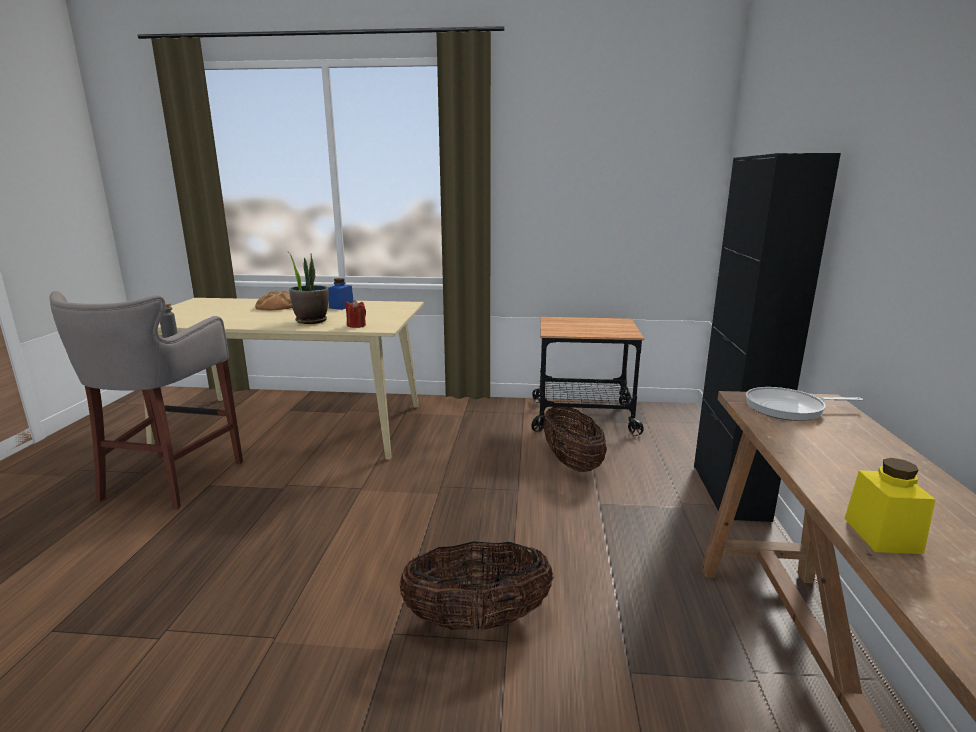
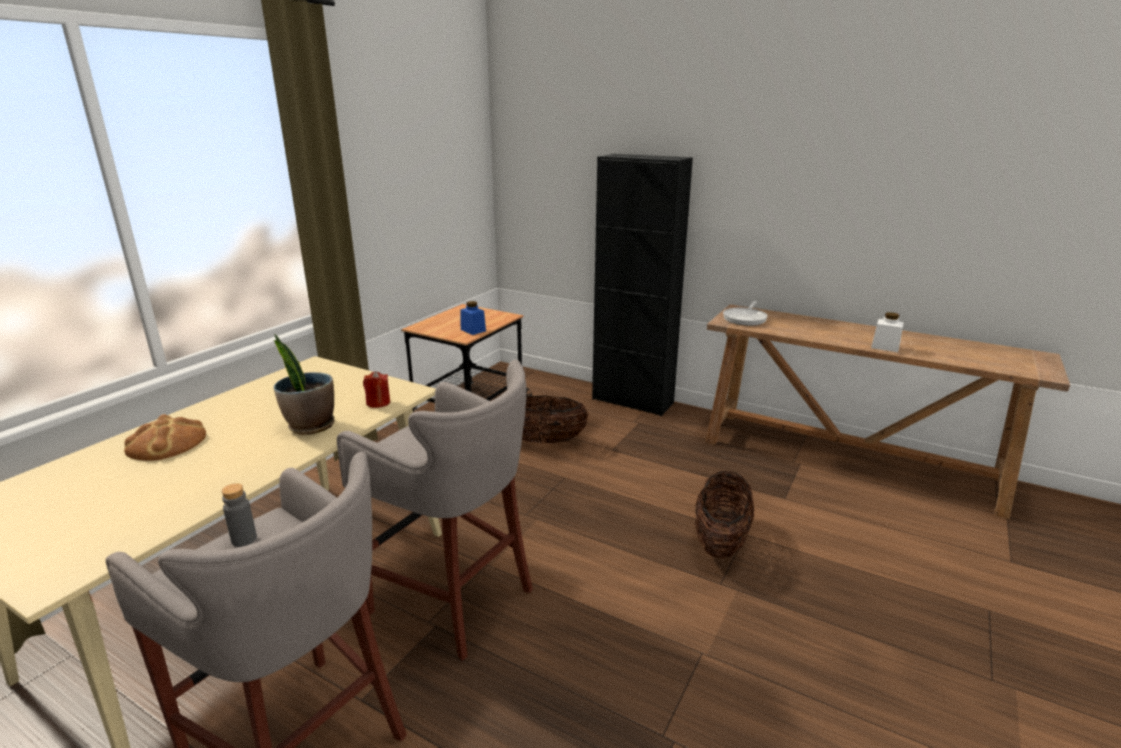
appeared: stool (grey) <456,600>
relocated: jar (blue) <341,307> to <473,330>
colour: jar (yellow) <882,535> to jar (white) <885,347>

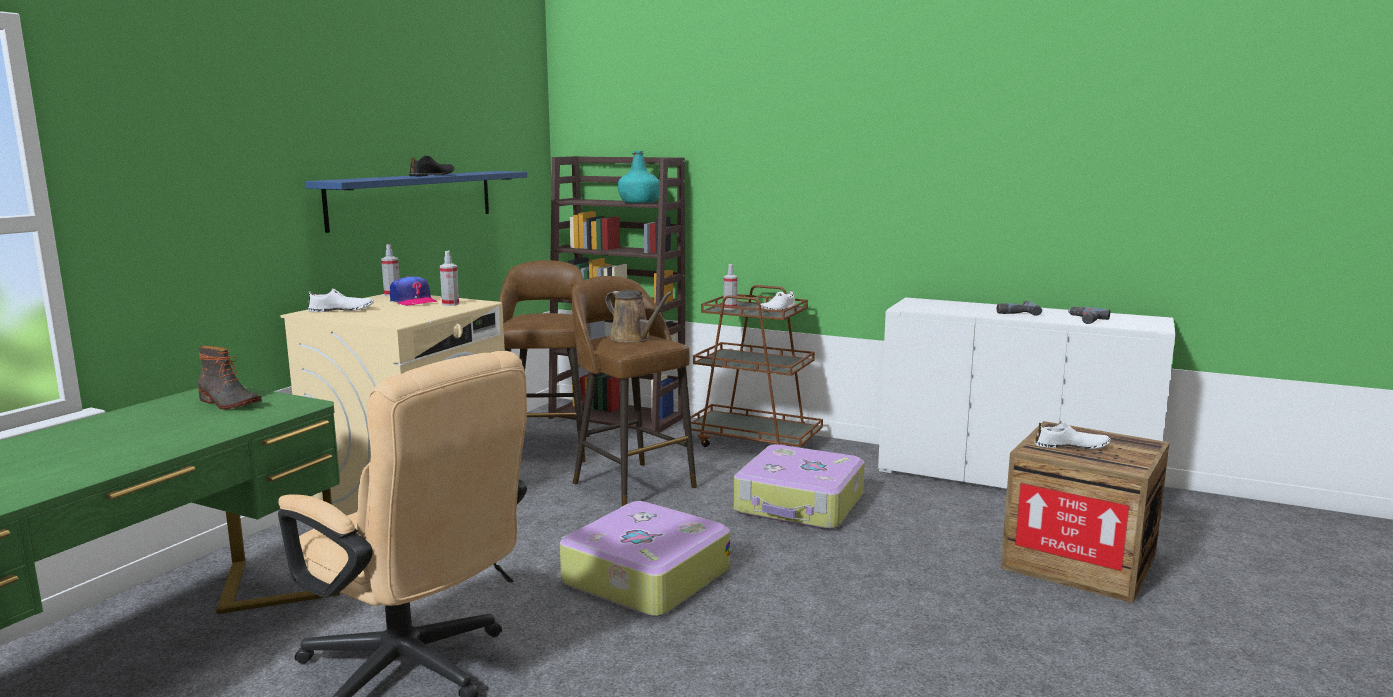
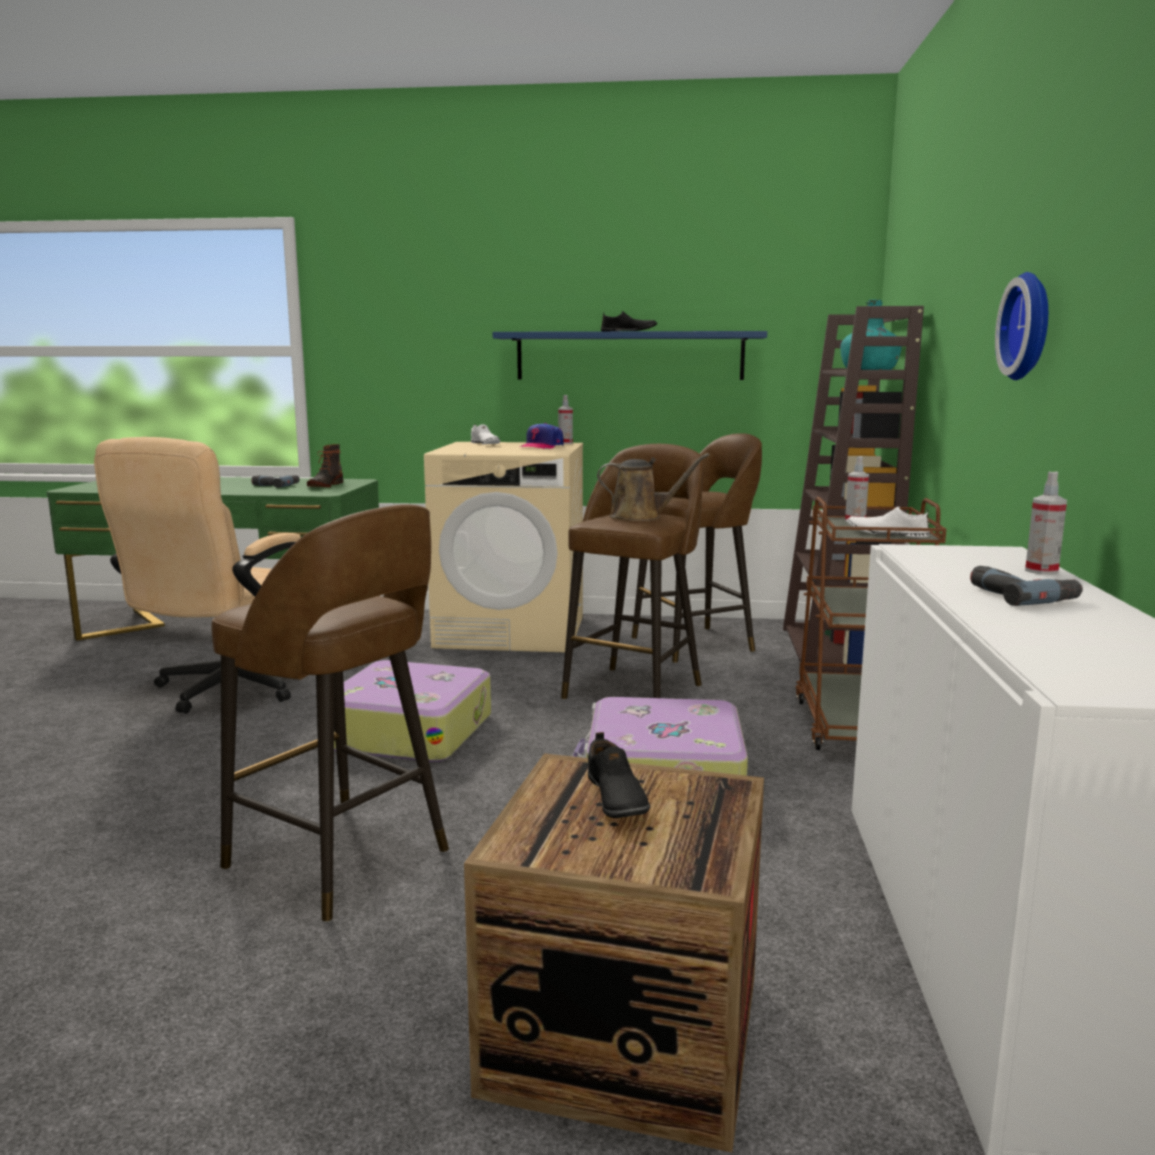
appeared: wall clock <1031,326>; stool (brown) <341,861>
relocated: spray bottle <450,304> to <1041,571>; power drill <1084,320> to <275,485>
colour: shoe (white) <1071,446> to shoe (black) <615,798>
spun: watering can (brown) <633,338> = <641,517> 105 degrees counterclockwise

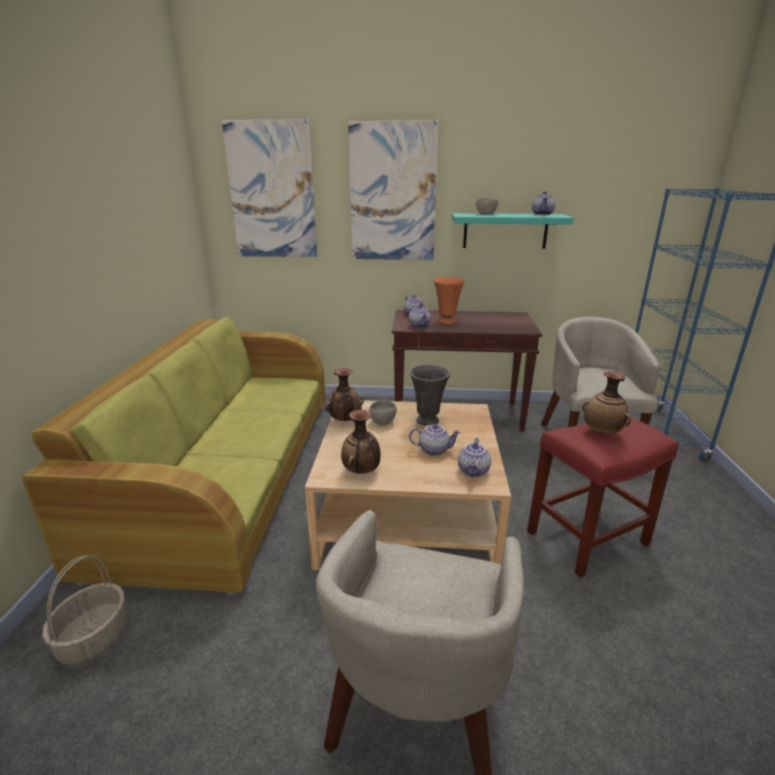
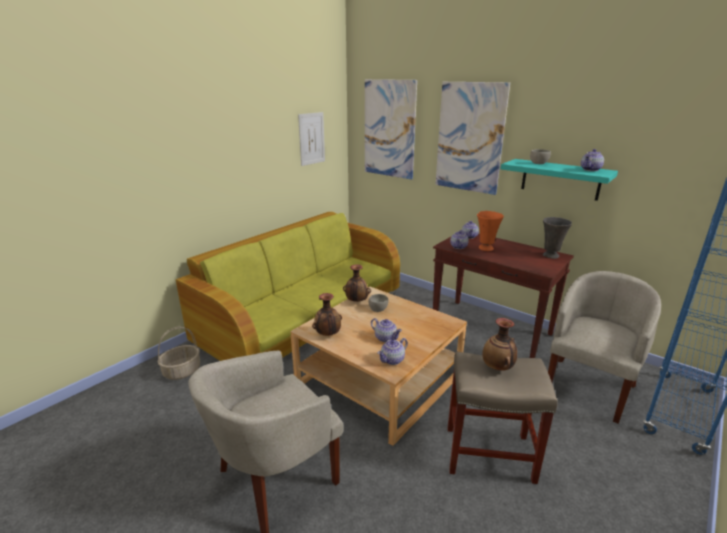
appeared: picture <311,138>
relocated: vase (grey) <428,421> to <551,256>
colour: stool (red) <588,537> to stool (beige) <490,453>

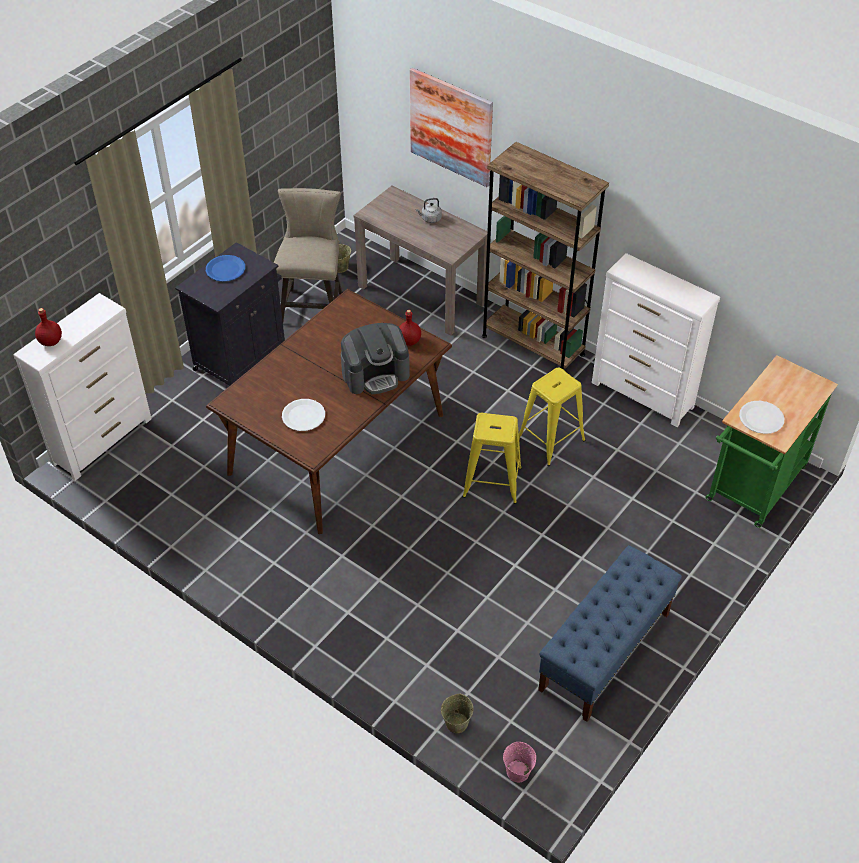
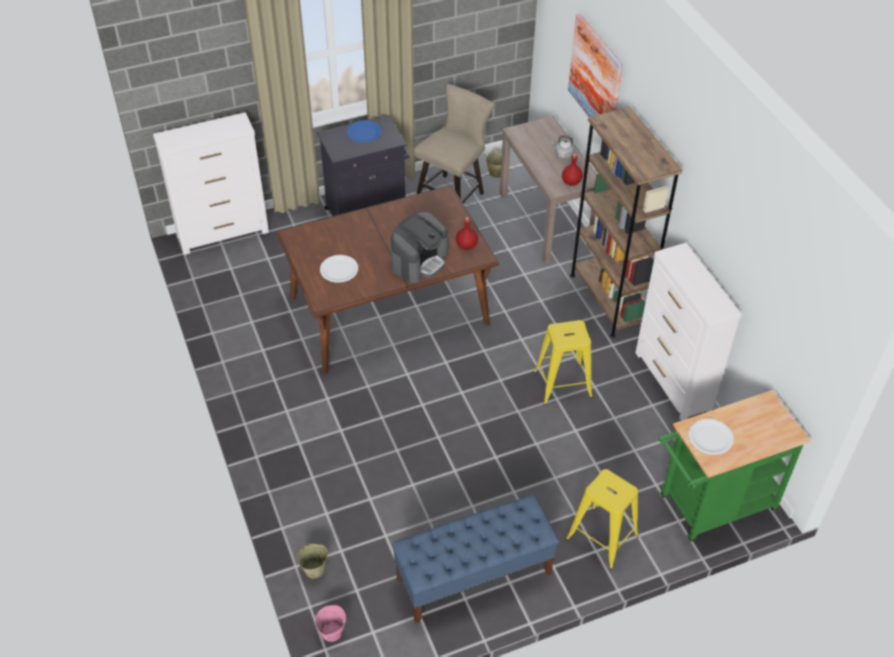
relocated: bottle (red) <50,342> to <571,182>; stool (yellow) <492,482> to <602,537>
spun: coffee machine <375,374> = <419,260> 60 degrees counterclockwise

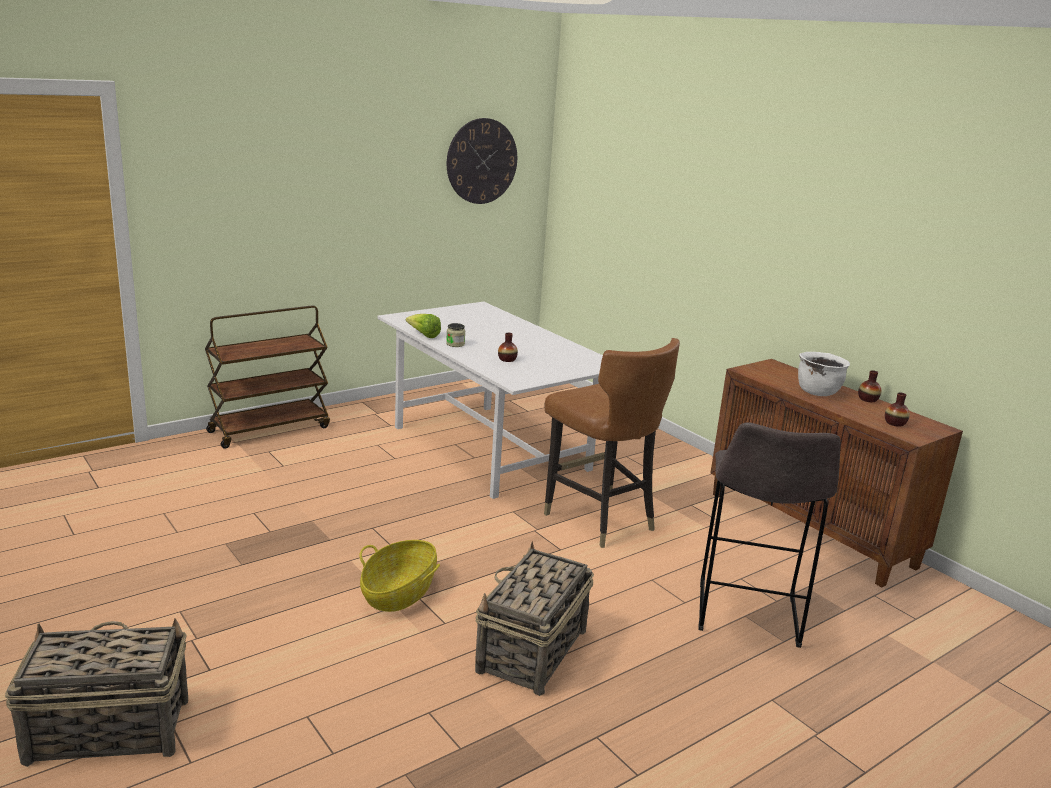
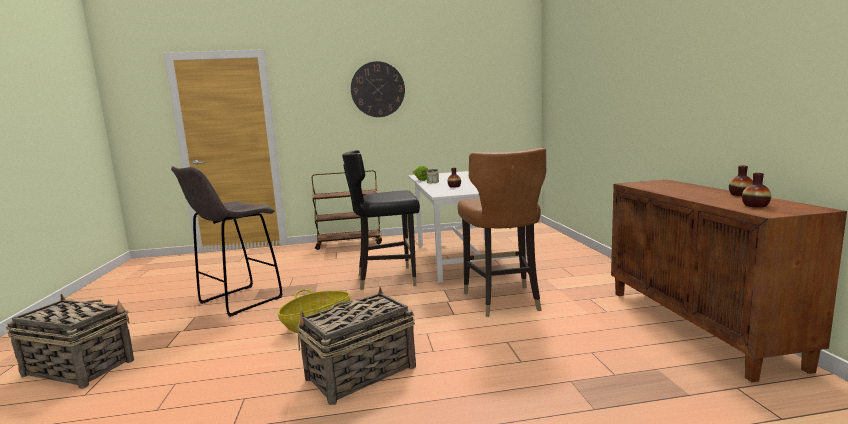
missing: cooking pot (white) <817,392>
appeared: chair (black) <388,279>
relocated: wall clock <482,161> to <377,89>; stool (grey) <747,615> to <238,301>

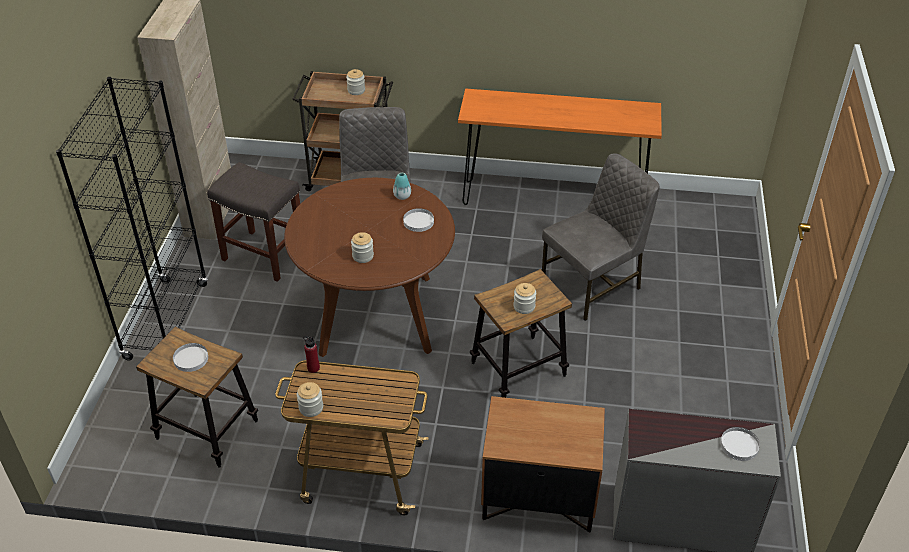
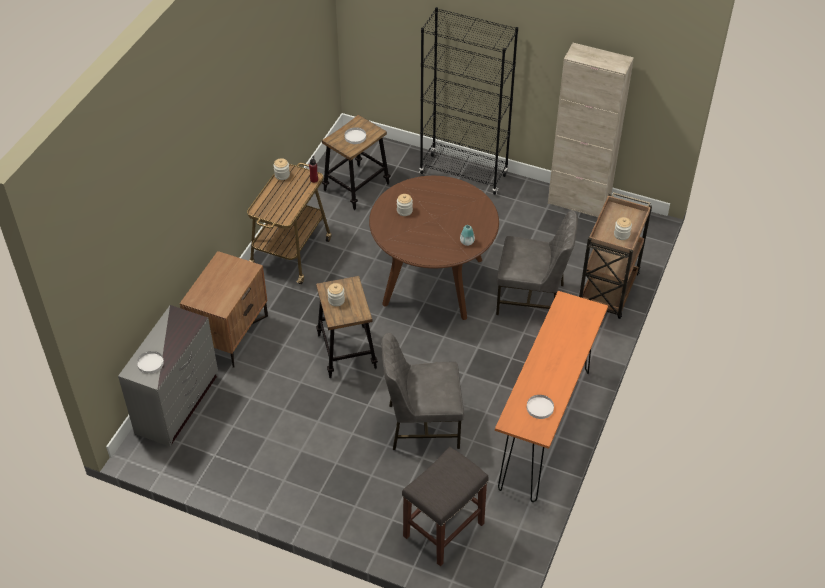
relocated: stool (grey) <265,255> to <443,531>; plate (white) <419,221> to <540,408>
spun: chair (grey) <593,284> = <422,425> 105 degrees clockwise

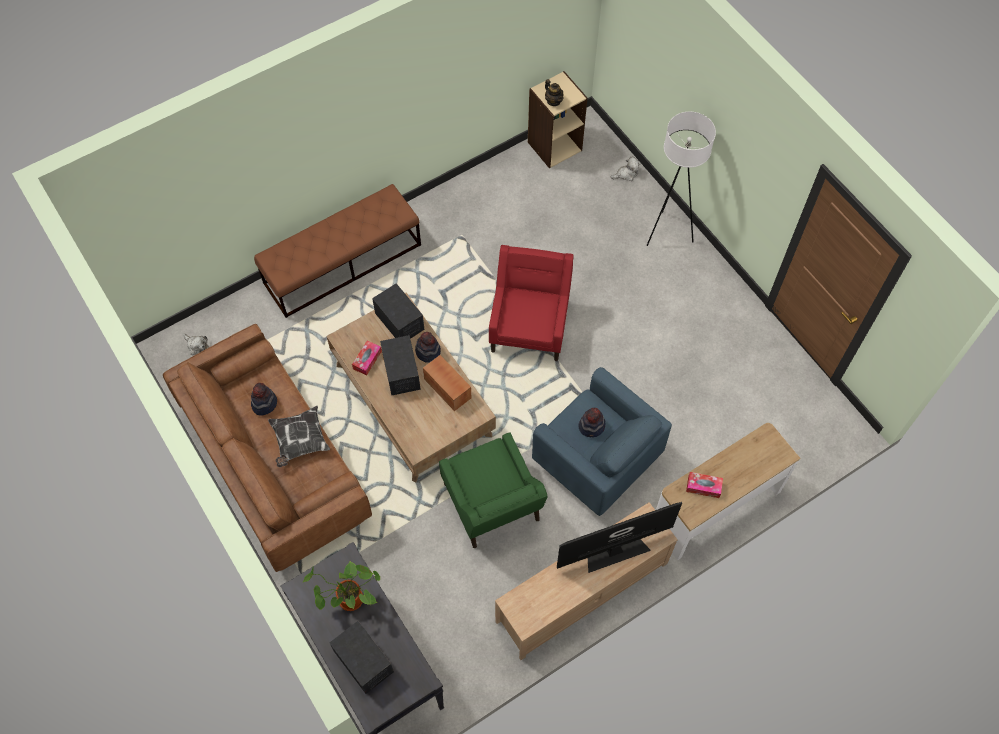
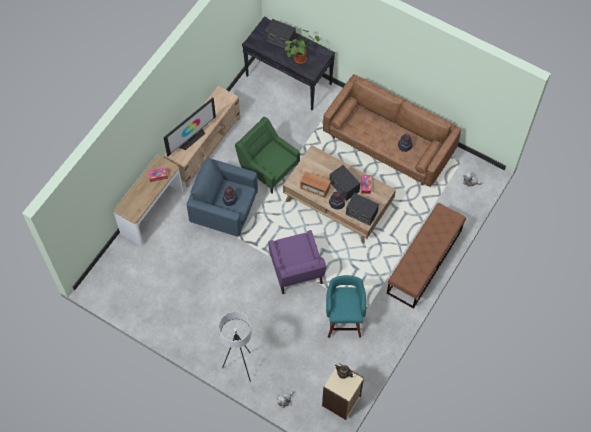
missing: pillow <299,441>
appeared: stool (turquoise) <344,320>
colour: armchair (red) <530,324> to armchair (purple) <296,271>

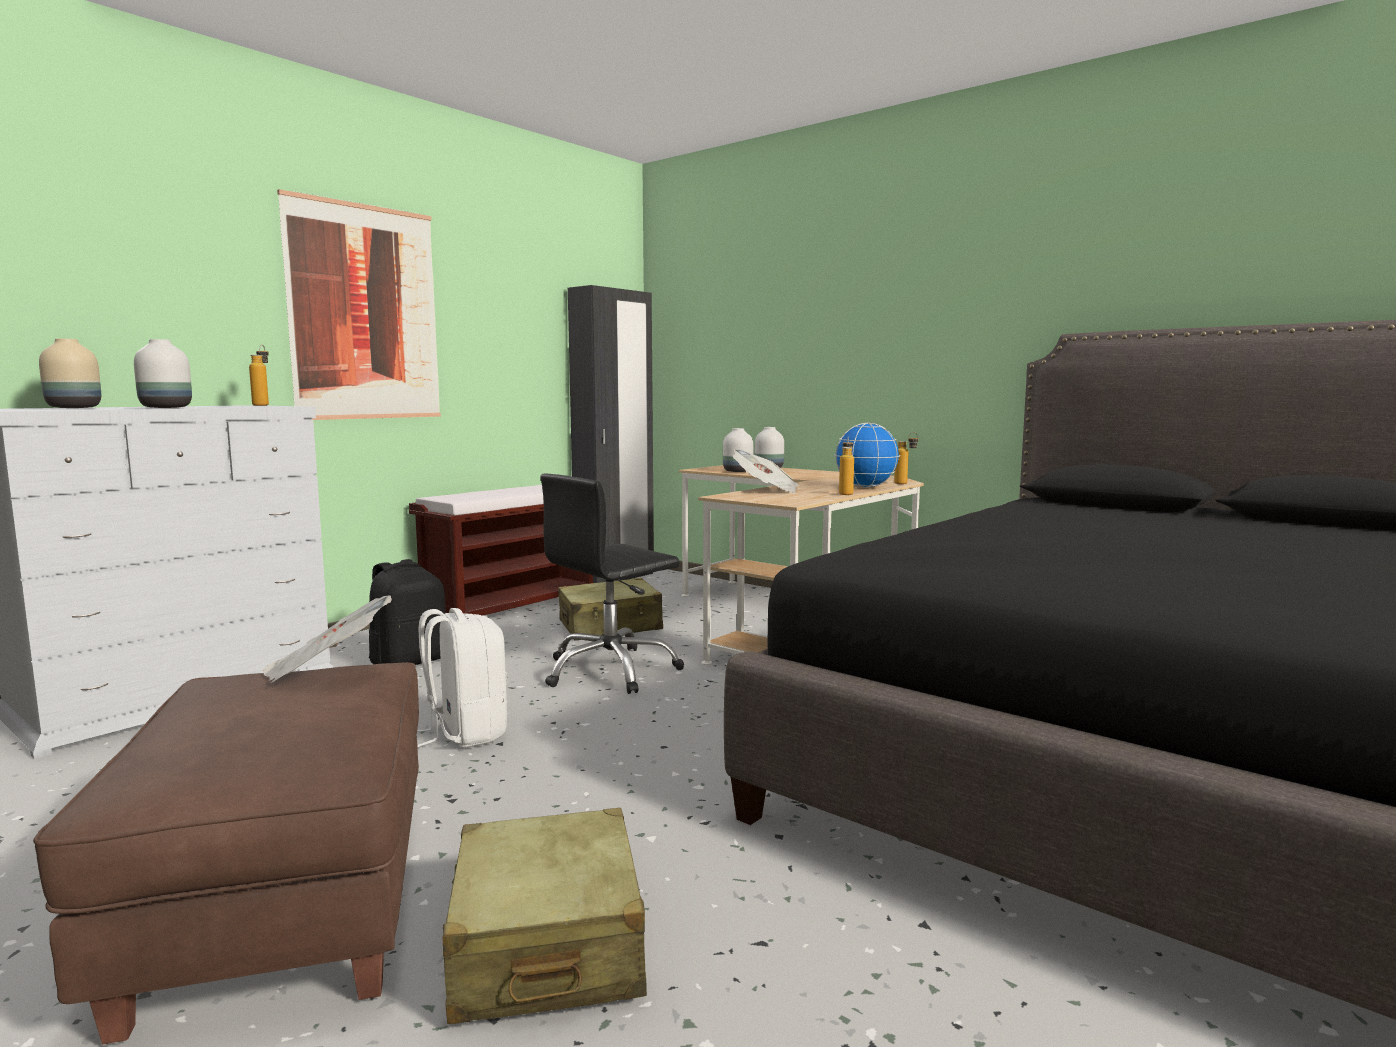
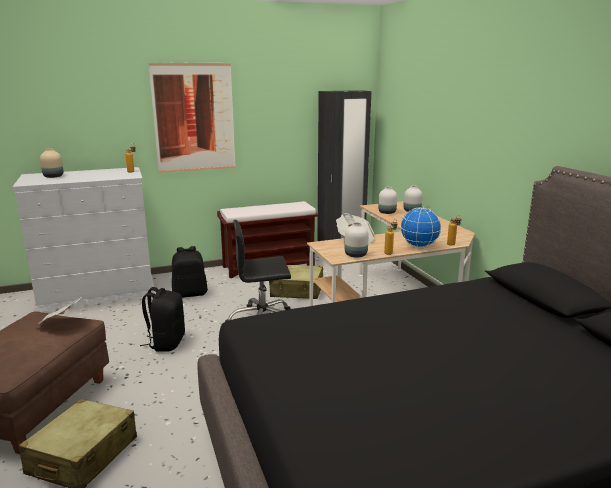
relocated: vase (white) <167,407> to <356,255>
colour: backpack (white) <465,733> to backpack (black) <166,343>

